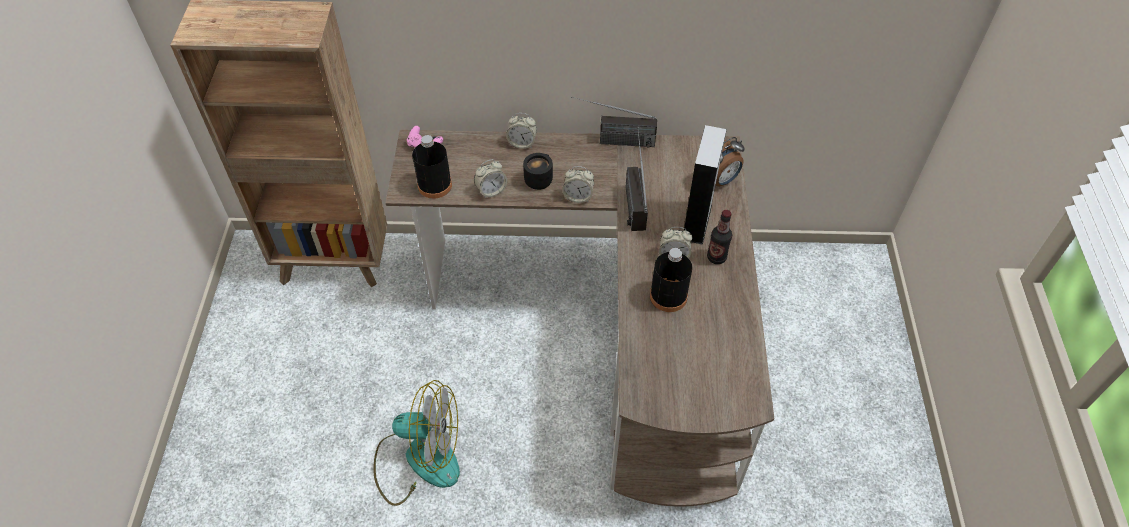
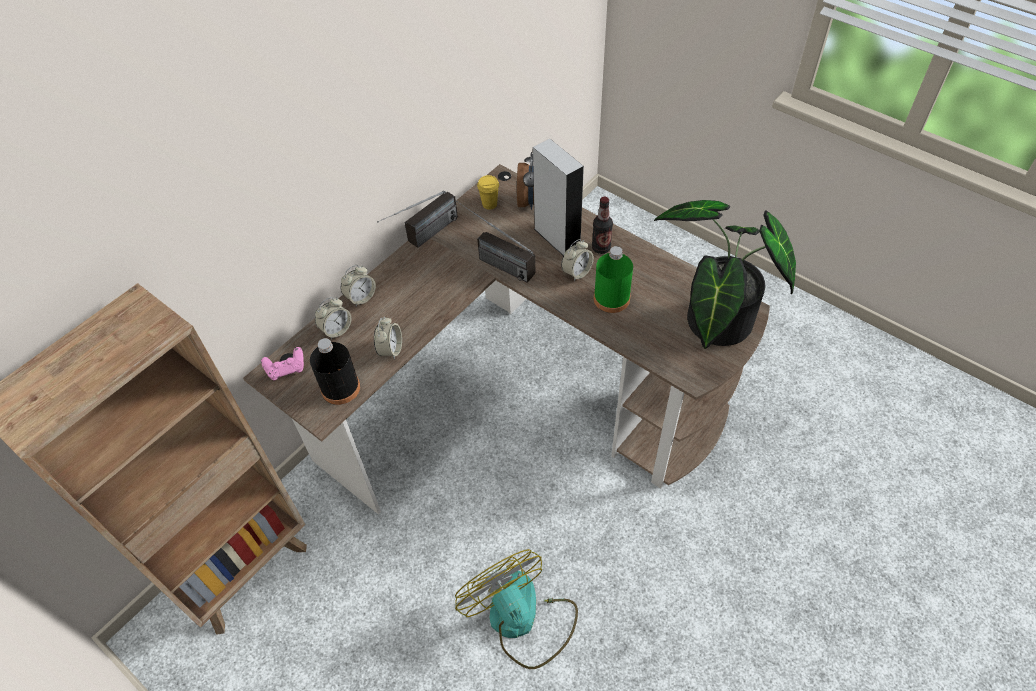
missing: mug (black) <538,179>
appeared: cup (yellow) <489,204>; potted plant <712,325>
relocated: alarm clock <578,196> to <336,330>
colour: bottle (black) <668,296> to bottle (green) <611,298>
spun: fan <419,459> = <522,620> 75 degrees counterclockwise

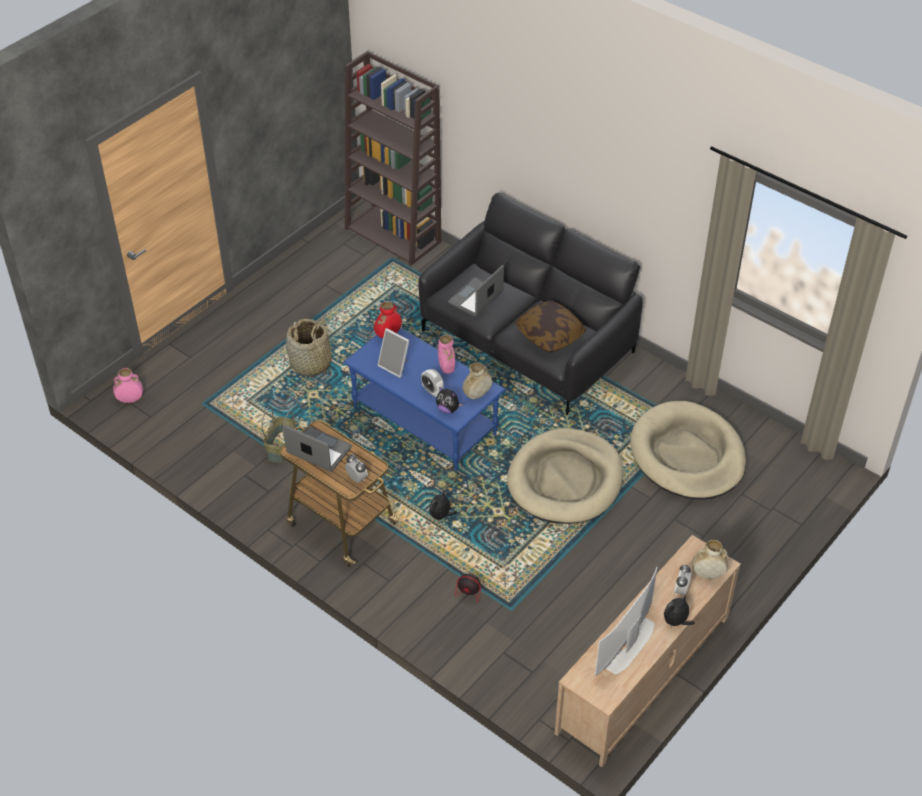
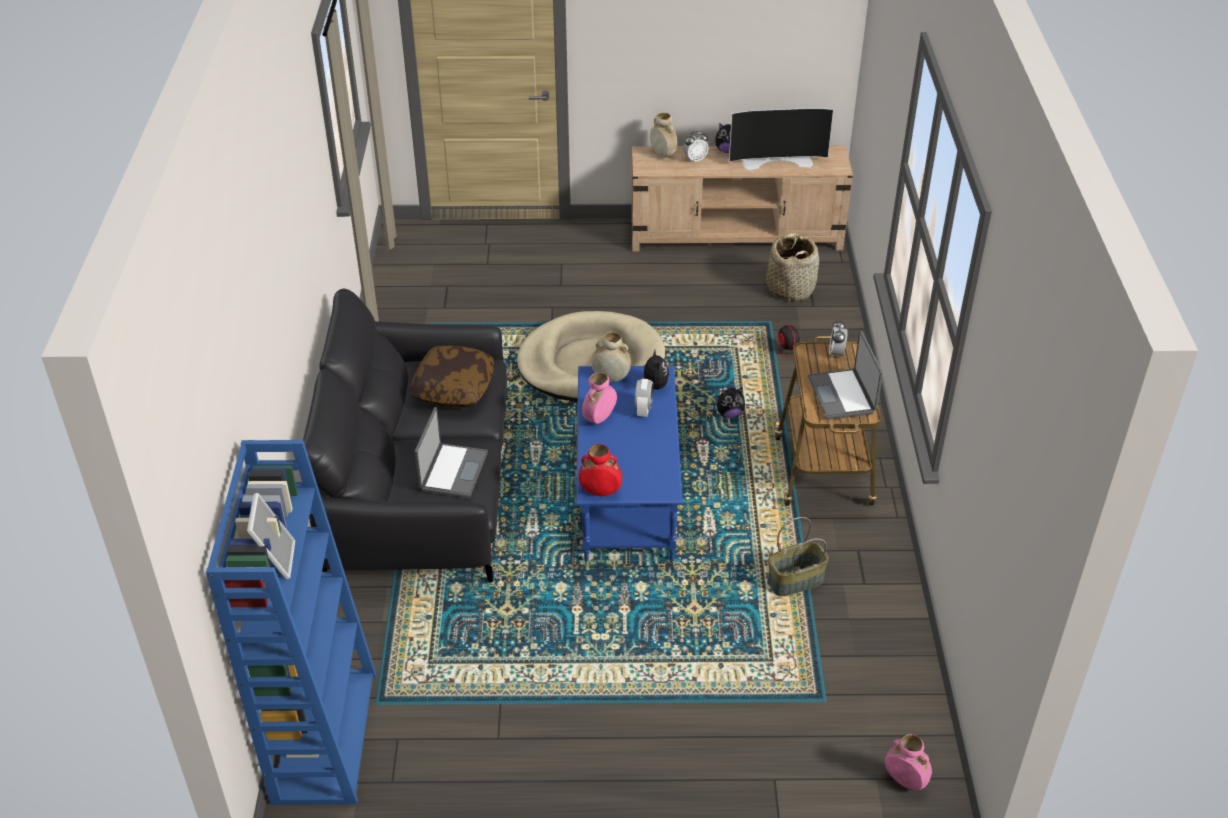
missing: dog bed (beige) <687,455>
relocated: basket <310,364> to <790,288>; picture frame <395,366> to <273,560>
colour: bookcase (brown) <394,235> to bookcase (blue) <323,735>
spun: laptop <476,298> = <452,471> 75 degrees counterclockwise

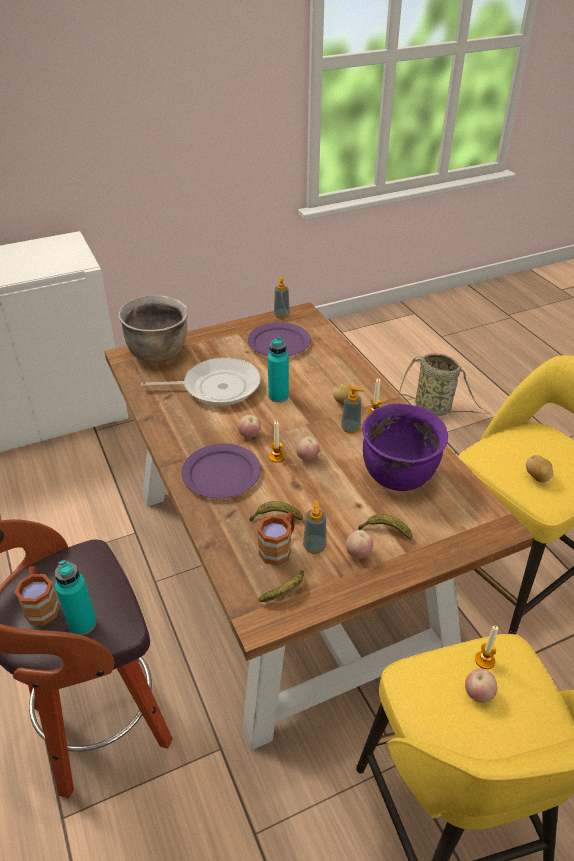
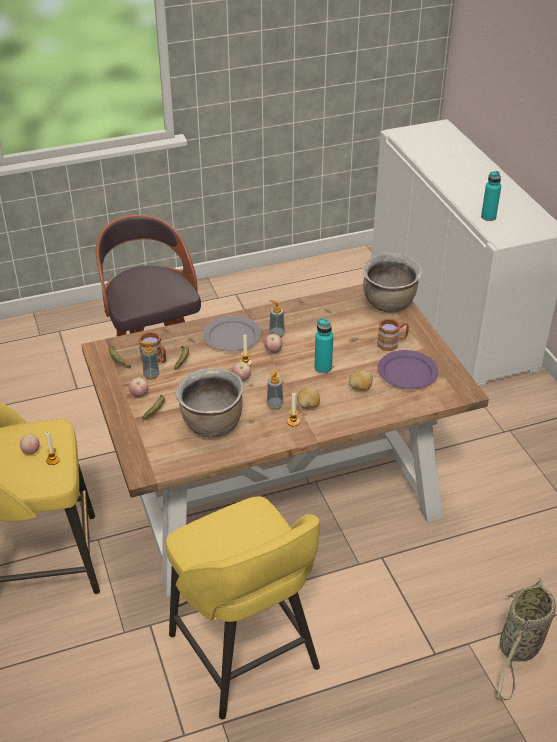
missing: frying pan <217,387>
relocated: soap dispenser <281,315> to <276,334>; potato <537,477> to <360,388>; bottle (turquoise) <82,624> to <488,217>; mug (brown) <41,605> to <392,343>
colour: cooking pot (purple) <399,475> to cooking pot (brown) <212,425>; plate (purple) <222,473> to plate (grey) <232,336>

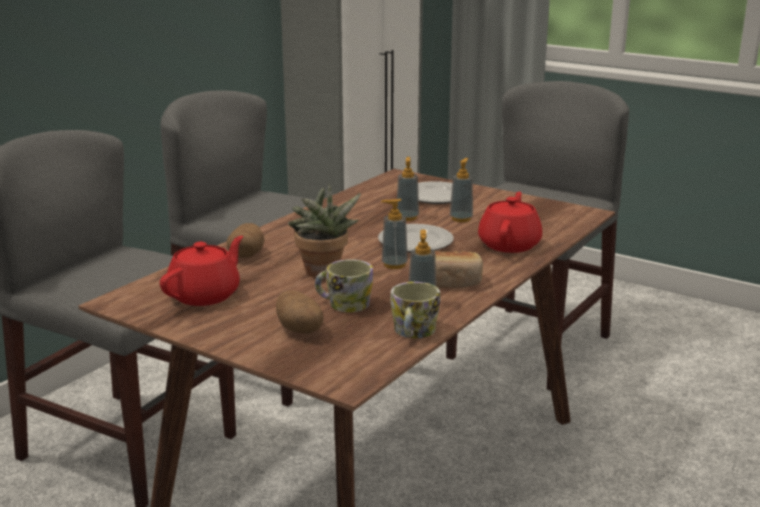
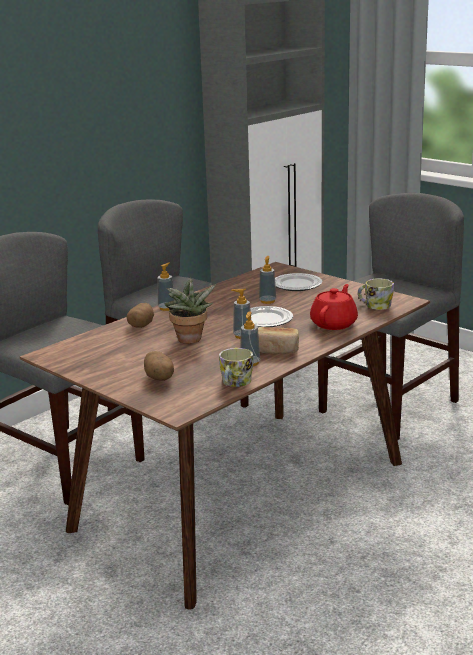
missing: teapot (red) <205,295>
relocated: soap dispenser <461,219> to <166,308>; mug <343,304> to <375,305>

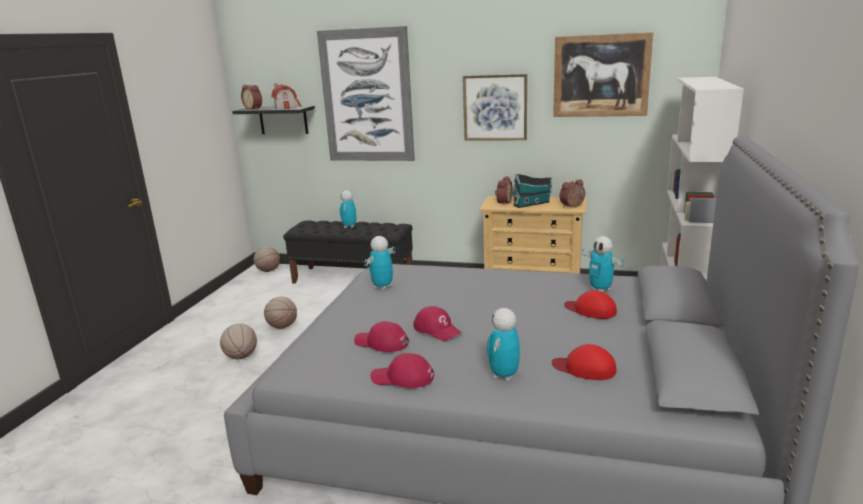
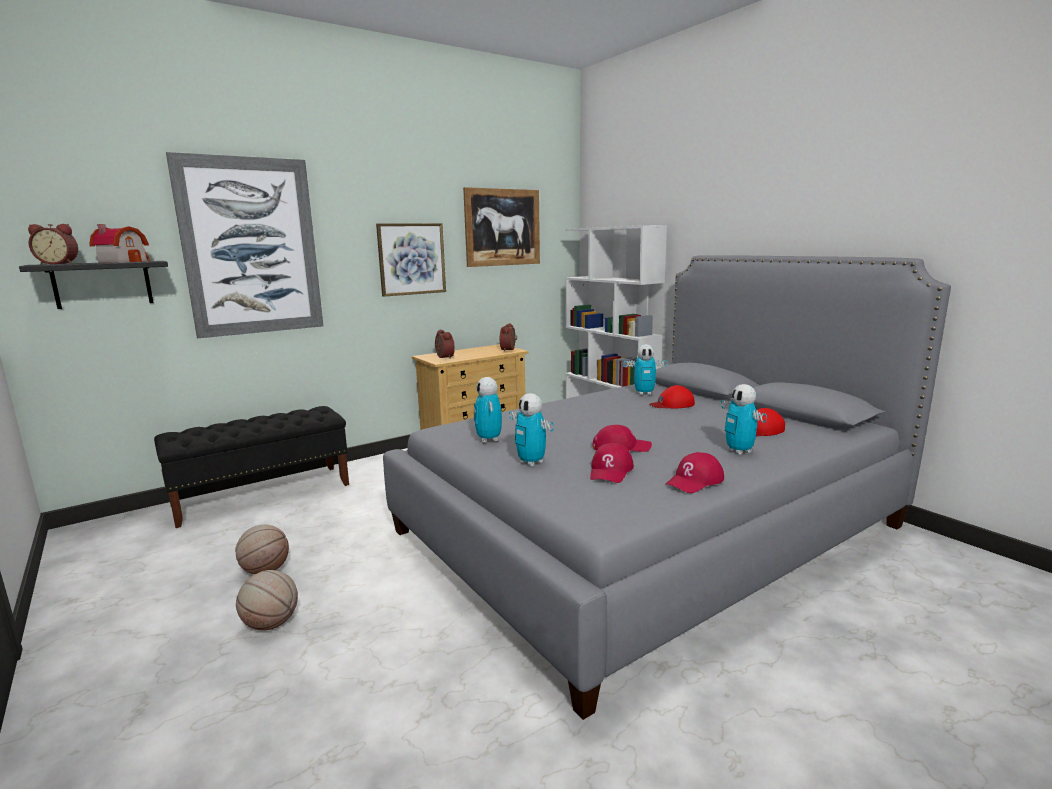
missing: toy house <532,204>; basketball <268,270>
relocated: toy robot <349,226> to <531,462>
spun: cap (red) <381,343> = <611,471> 45 degrees counterclockwise

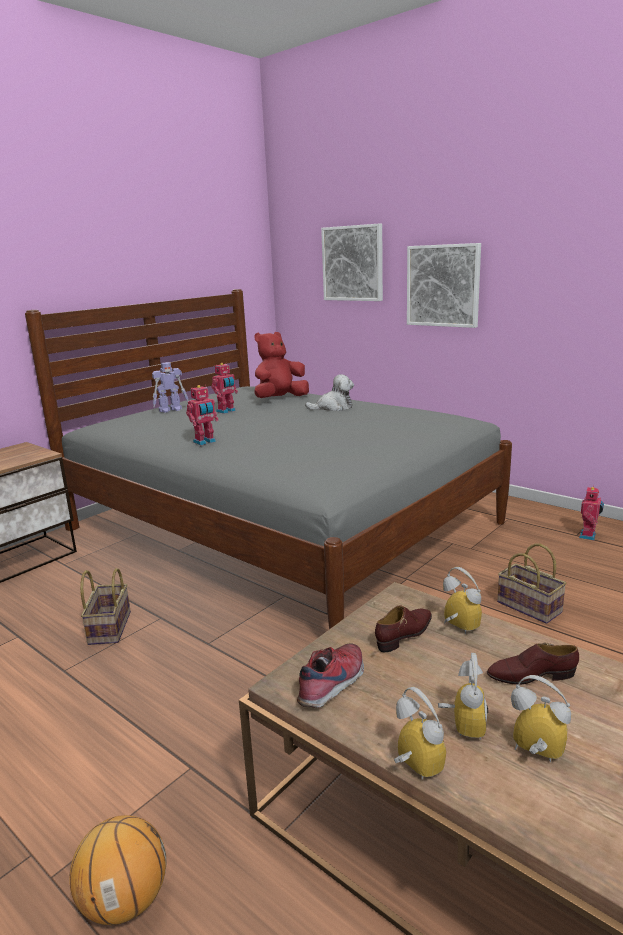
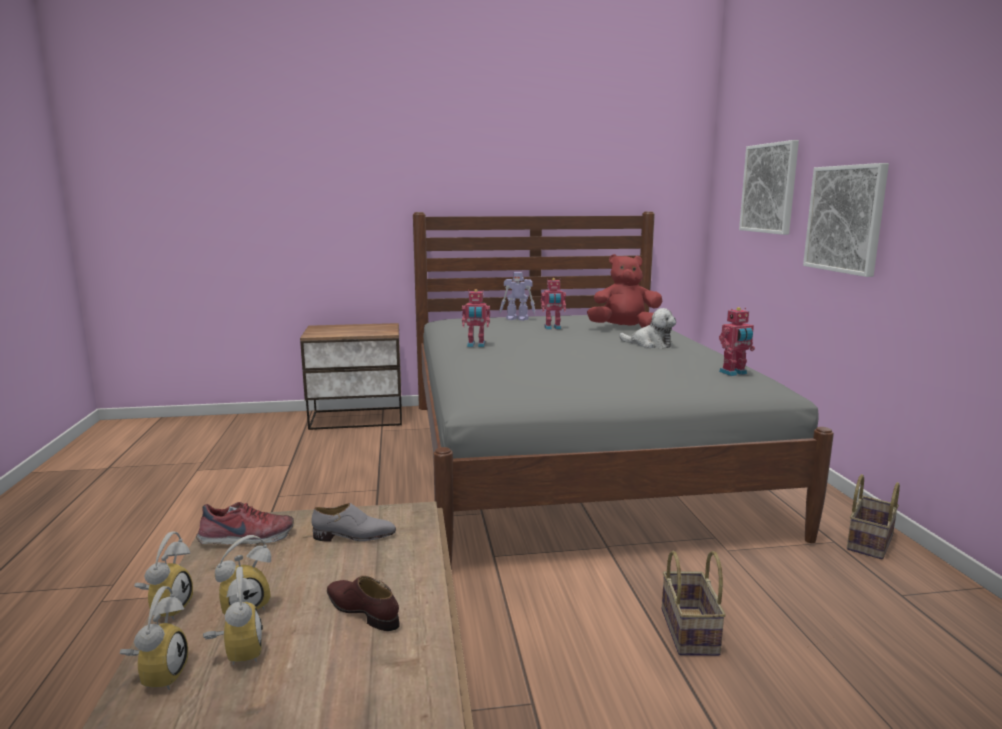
missing: basketball <125,900>
relocated: toy robot <589,536> to <734,373>; alarm clock <456,628> to <158,675>; basket <109,627> to <868,541>
colour: shoe (brown) <405,634> to shoe (grey) <354,536>

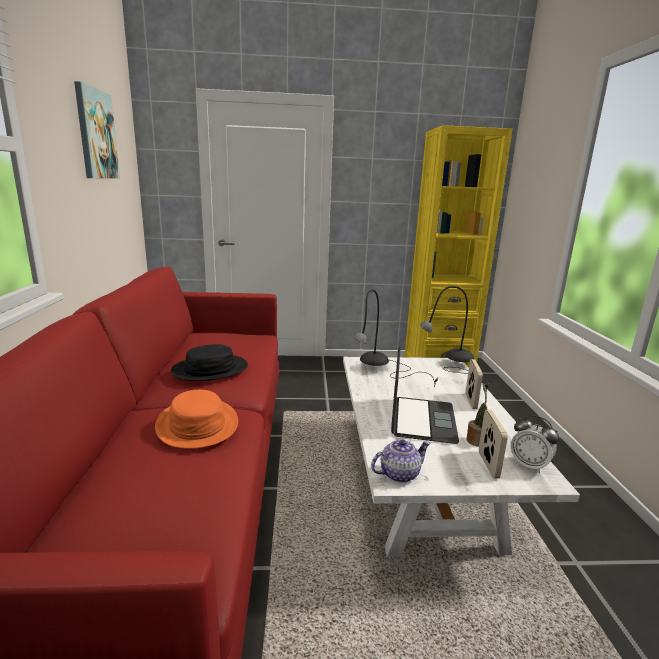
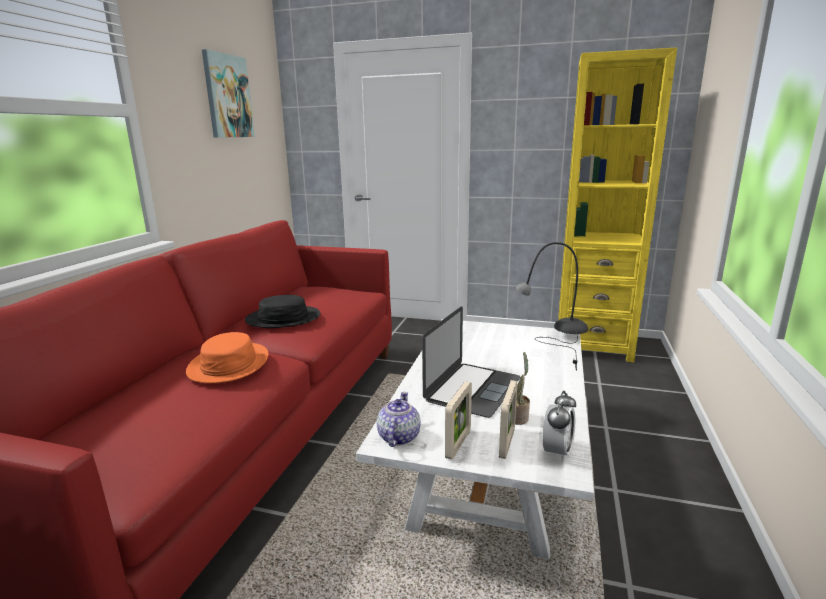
missing: table lamp (grey) <380,375>
relocated: picture frame <471,401> to <458,444>
spun: alarm clock <529,465> = <557,452> 120 degrees counterclockwise; teapot <398,474> = <398,437> 75 degrees counterclockwise

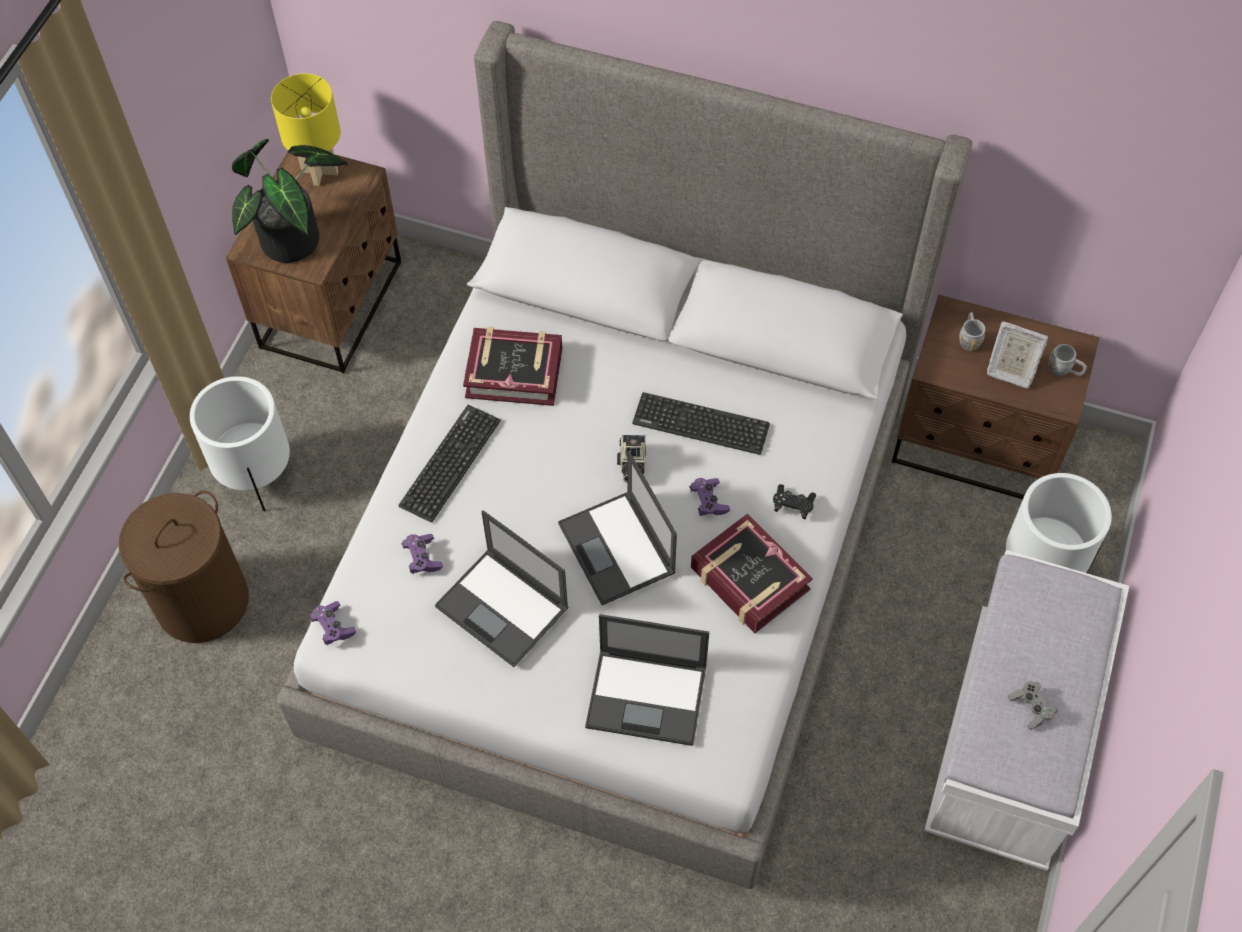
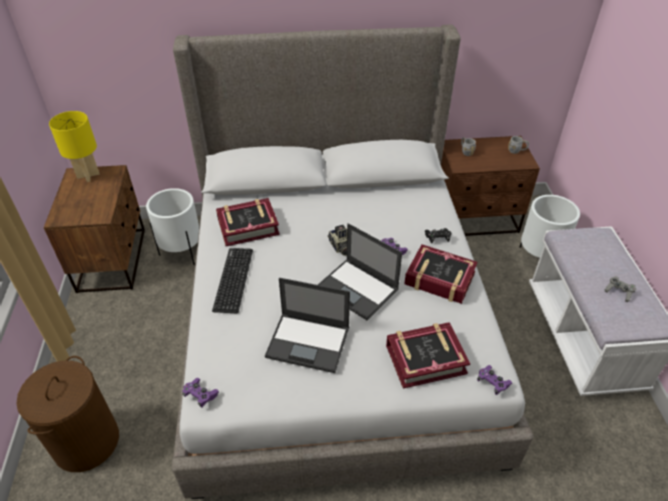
missing: potted plant <298,240>; picture frame <1010,370>; keyboard <700,424>
relocated: planter (white) <257,476> to <182,252>; game controller (purple) <422,558> to <492,383>
exchanged: laptop <648,697> to book <425,359>

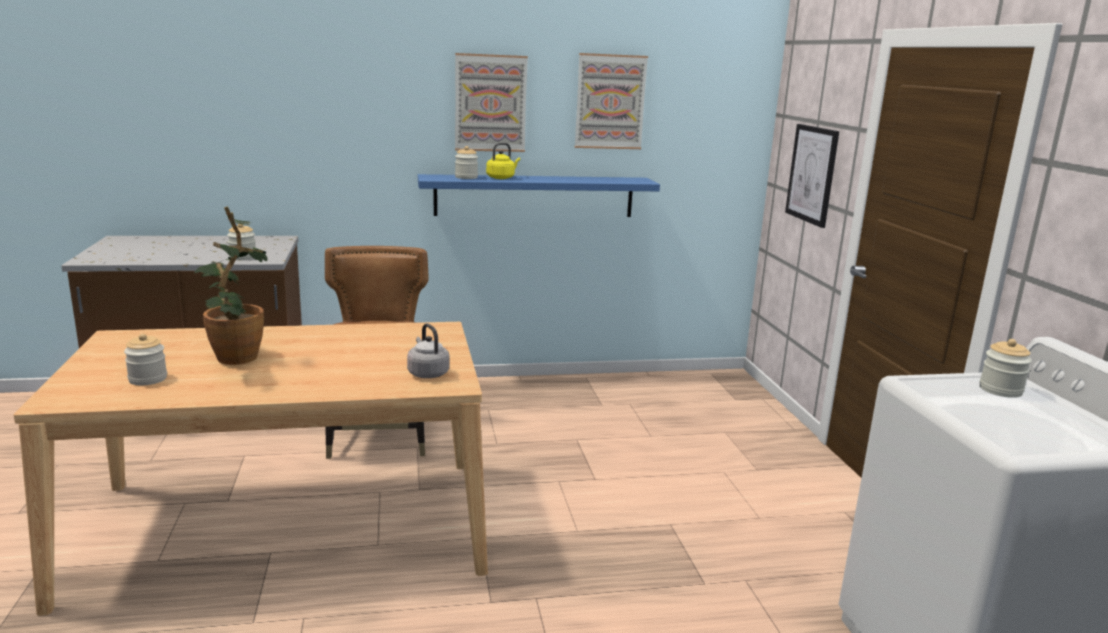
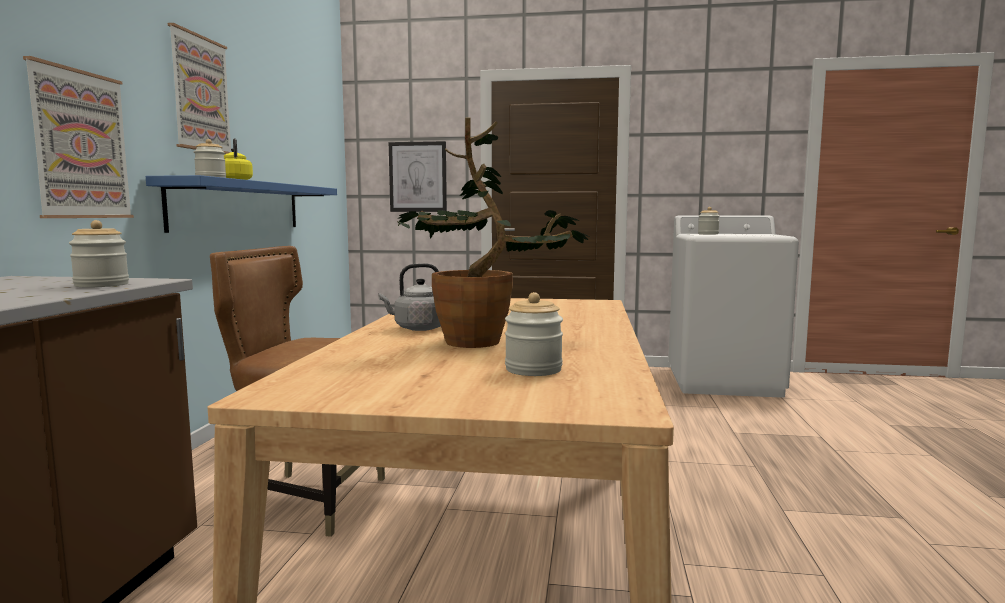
relocated: picture <610,102> to <80,145>; kettle (grey) <427,373> to <417,328>

